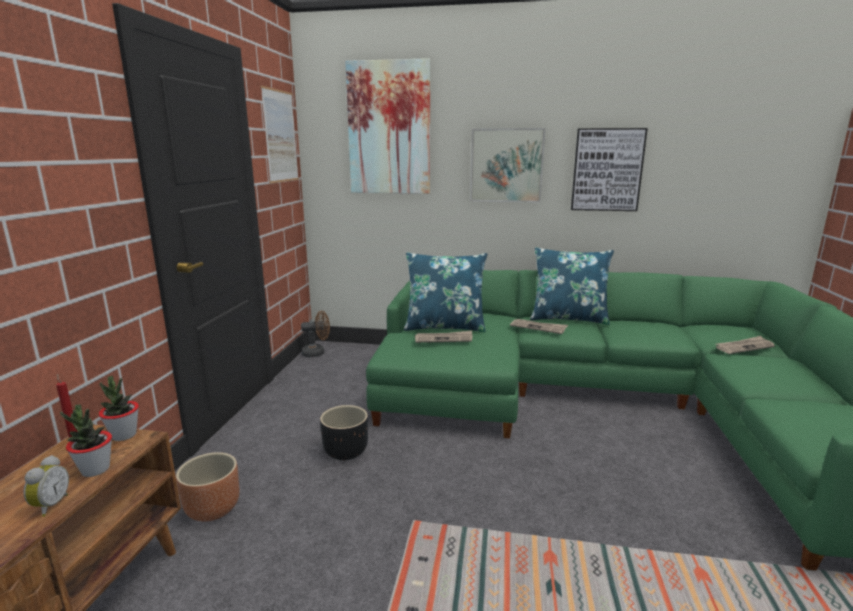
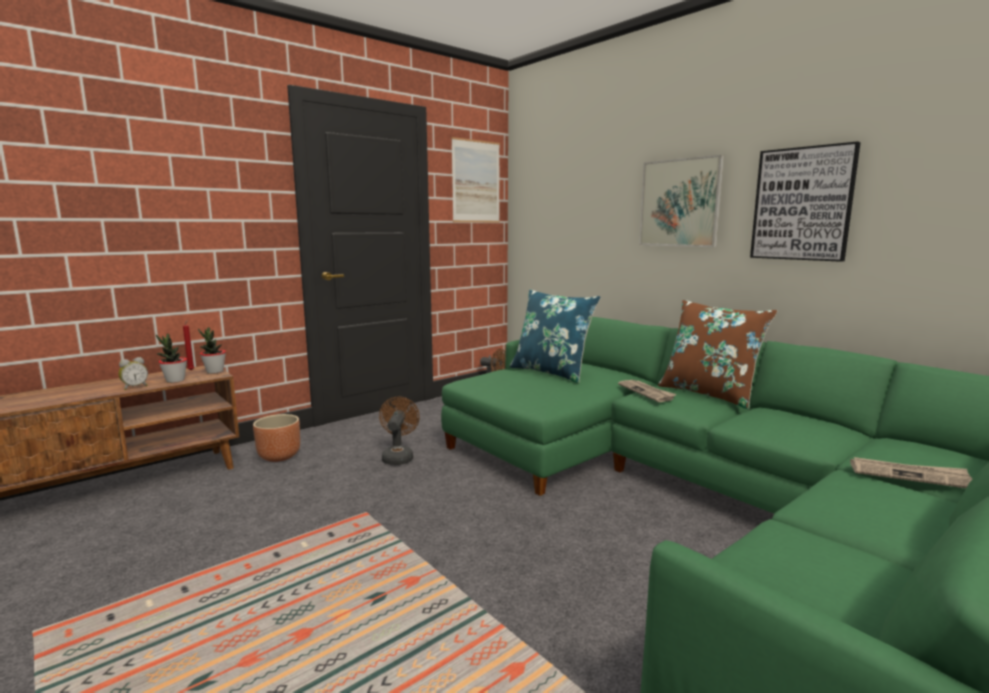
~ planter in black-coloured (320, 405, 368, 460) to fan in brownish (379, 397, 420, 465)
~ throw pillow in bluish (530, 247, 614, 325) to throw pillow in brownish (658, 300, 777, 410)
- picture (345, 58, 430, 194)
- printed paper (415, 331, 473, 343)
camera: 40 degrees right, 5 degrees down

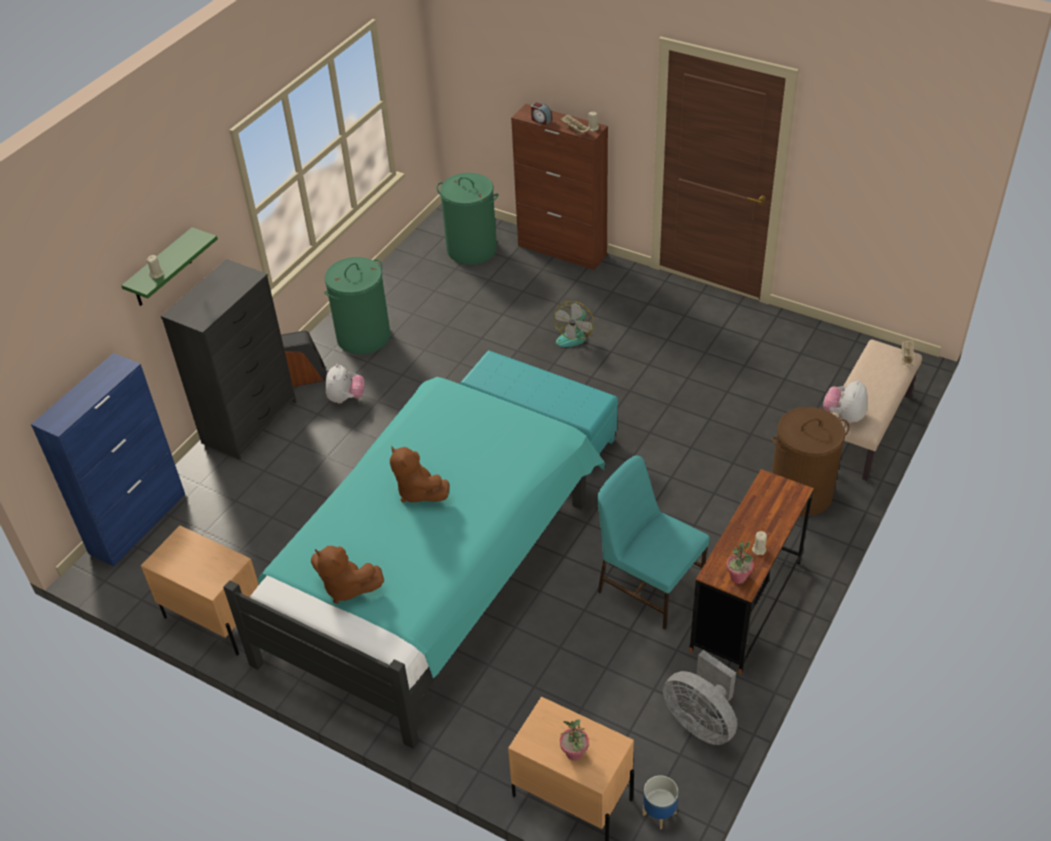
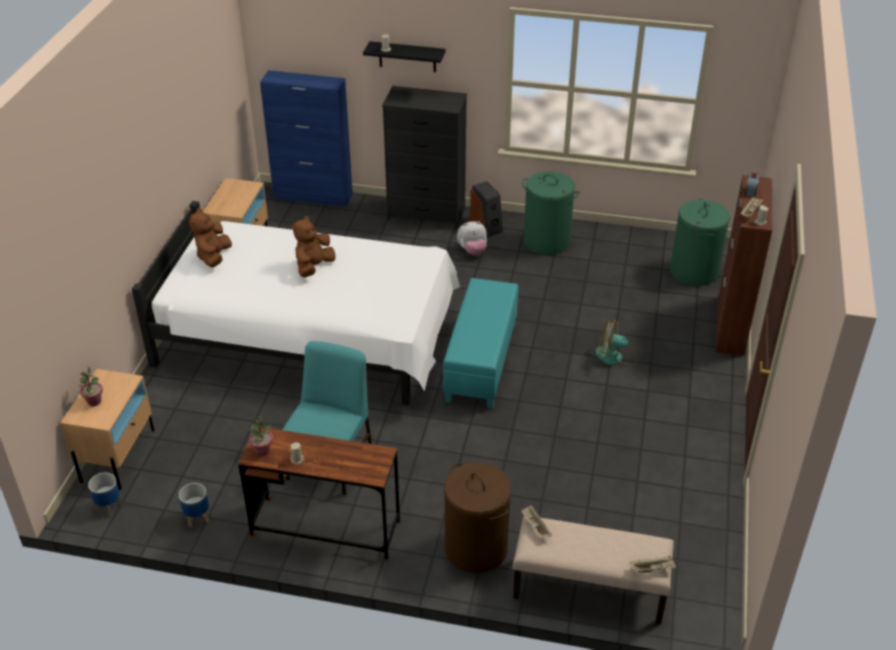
~ sleeping bed in blue-green (223, 377, 606, 749) to sleeping bed in whitish (132, 201, 460, 406)
~ fan in greyish (663, 650, 737, 745) to planter (179, 483, 209, 527)
~ bracket shelf in green-coloured (121, 227, 218, 306) to bracket shelf in black-coloured (363, 41, 446, 72)
~ soft toy (823, 380, 868, 423) to tray in sand-coloured (521, 505, 552, 539)
camera: 70 degrees right, 5 degrees down

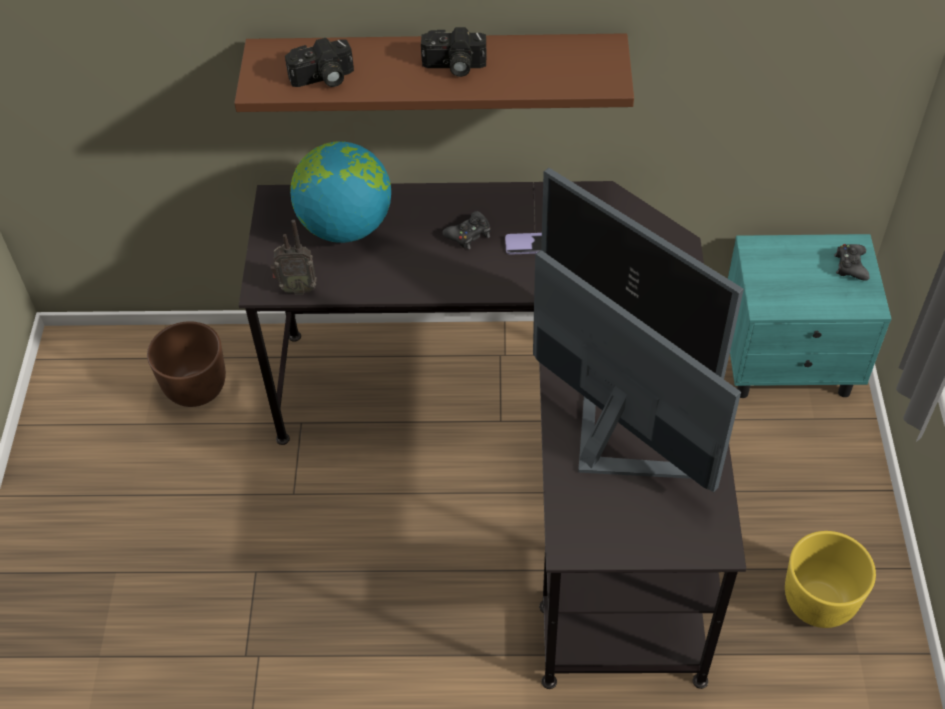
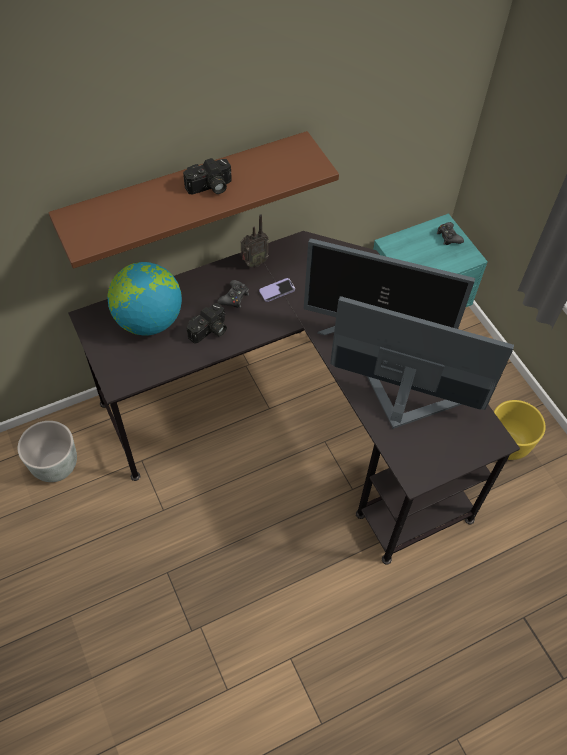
~ planter in brownish (147, 321, 226, 407) to planter in greyish (18, 421, 77, 482)
~ photo camera (285, 38, 354, 87) to (187, 303, 227, 344)
~ radio receiver (271, 220, 317, 295) to (241, 214, 269, 267)
camera: 30 degrees left, 5 degrees up

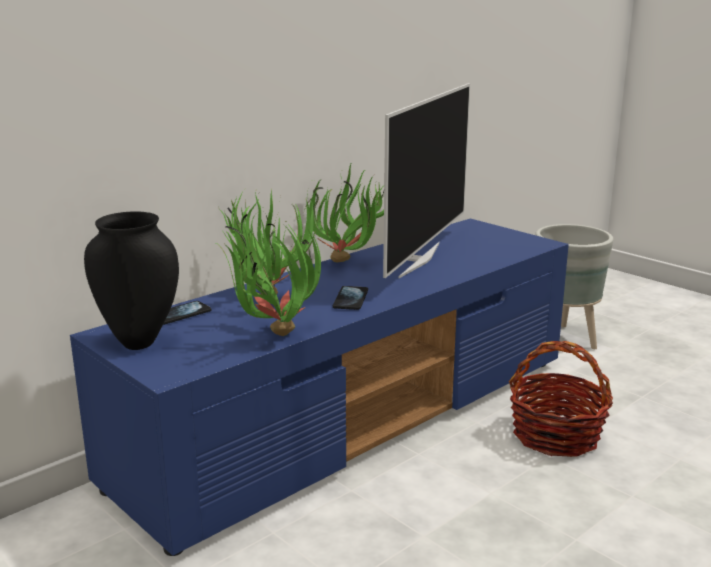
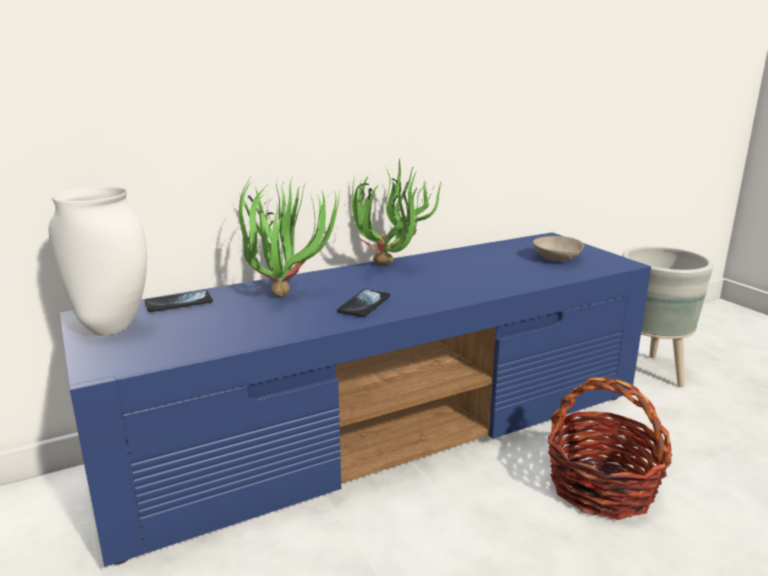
~ decorative vase in black-coloured (84, 211, 179, 350) to decorative vase in whitish (48, 186, 147, 336)
+ serving bowl in sand-coloured (533, 236, 584, 262)
- plant in a pot (216, 220, 321, 336)
- television (383, 83, 470, 279)
camera: 15 degrees right, 0 degrees up

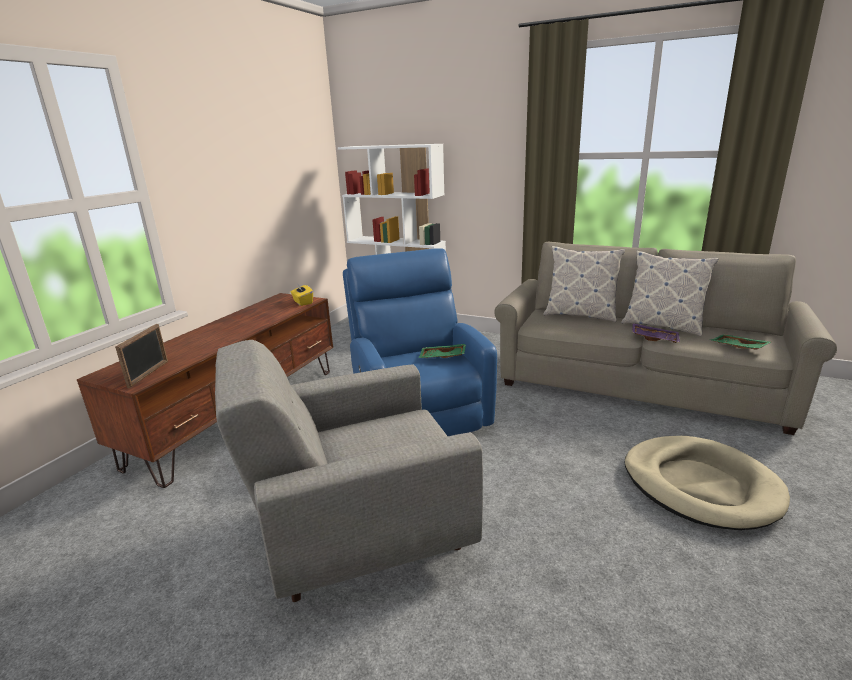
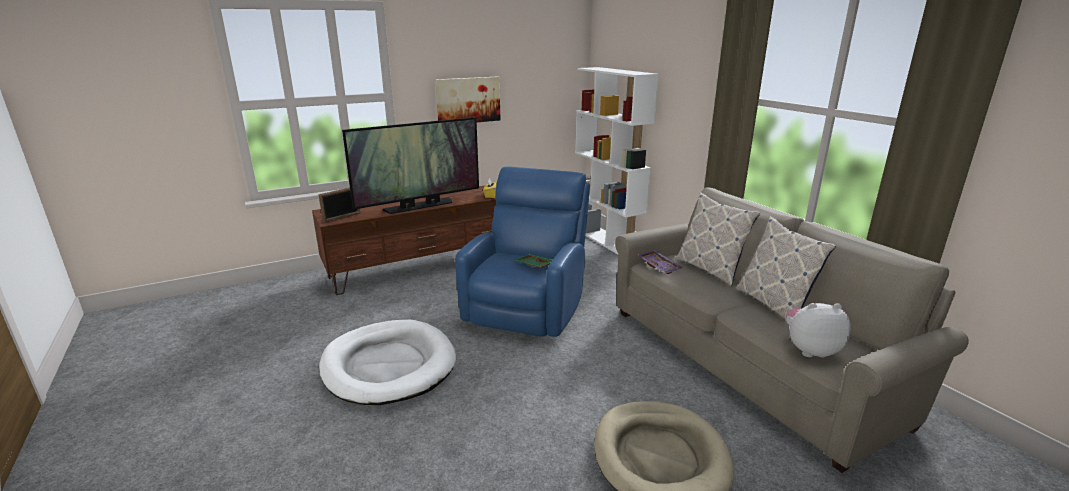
~ lounge chair in greyish (215, 340, 483, 602) to dog bed in whitish (319, 320, 456, 405)
+ television (342, 117, 479, 214)
+ picture (435, 76, 500, 122)
~ tray in purplish (632, 323, 680, 343) to (638, 250, 683, 274)
~ tray in green-coloured (710, 334, 771, 350) to soft toy (786, 303, 851, 357)
camera: 35 degrees right, 0 degrees up

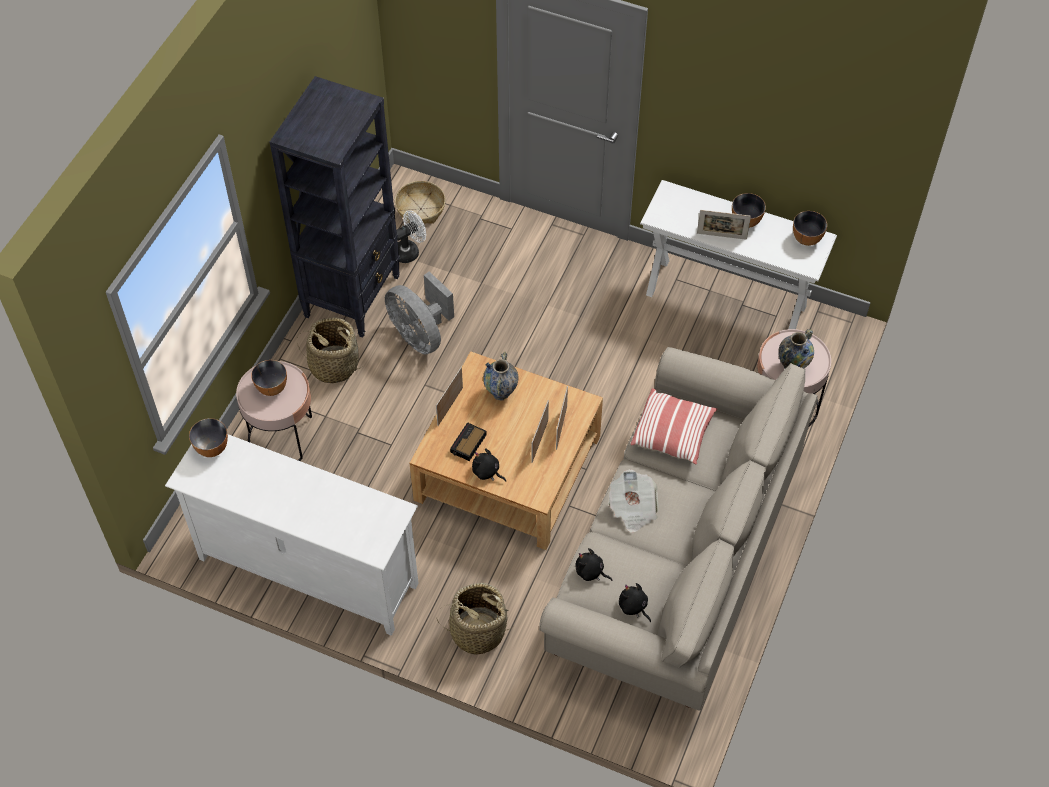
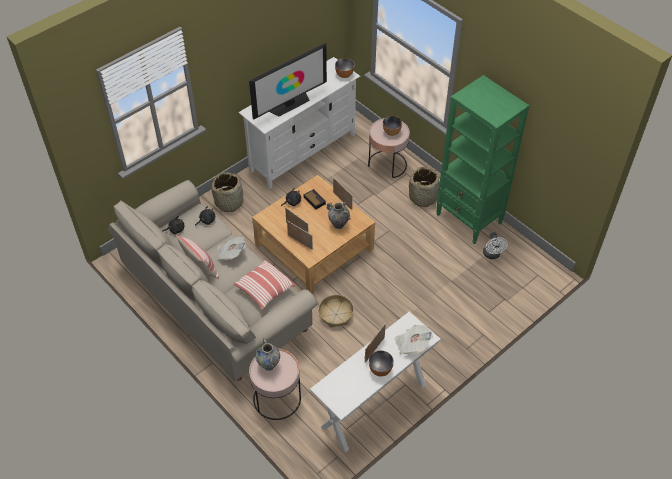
+ throw pillow (176, 235, 219, 279)
+ television (249, 42, 327, 120)
~ household basket (395, 181, 445, 224) to (318, 295, 354, 327)
+ printed paper (395, 325, 433, 354)
~ shelving unit in black-coloured (270, 76, 400, 338) to shelving unit in green-coloured (436, 75, 530, 244)
- fan in greyish (385, 272, 454, 354)
- serving bowl (793, 211, 827, 246)
camera: 115 degrees right, 5 degrees down

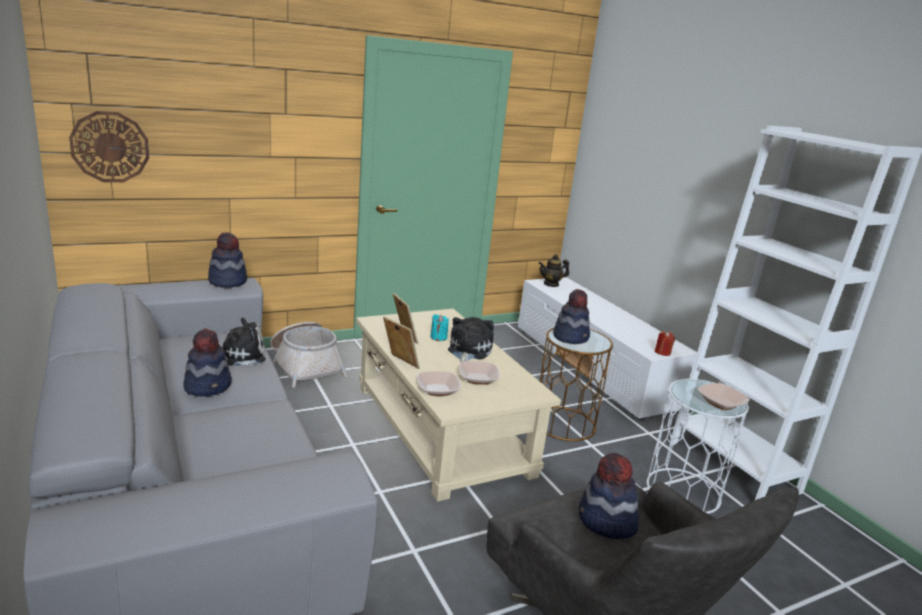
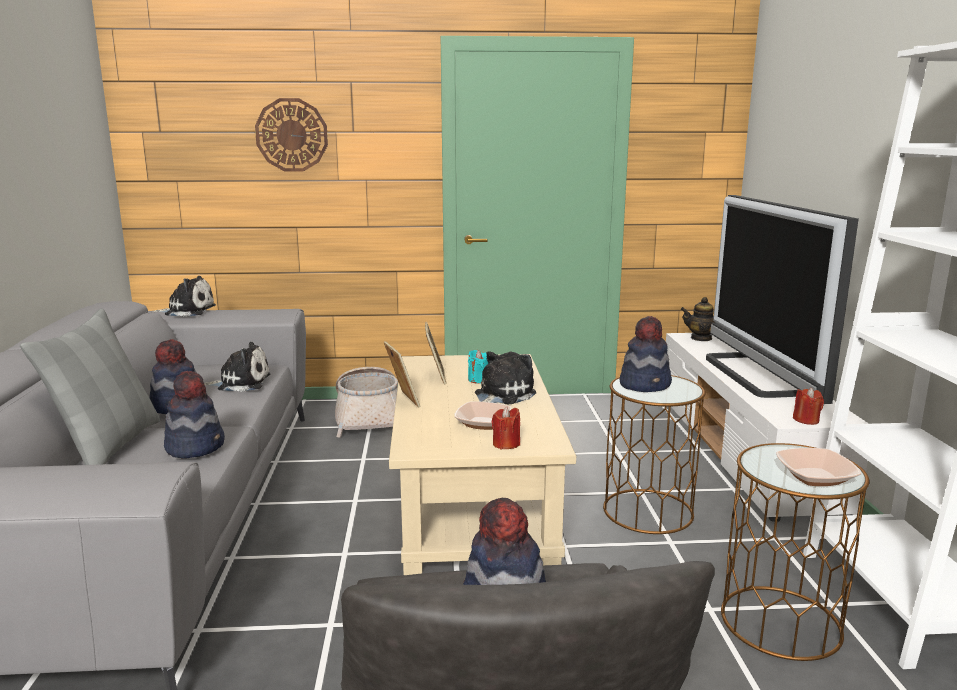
+ throw pillow in greyish (20, 308, 160, 465)
+ soft toy (154, 276, 216, 317)
~ hat (208, 232, 247, 288) to (164, 371, 225, 459)
~ clock on the wall (69, 111, 149, 182) to (255, 98, 328, 172)
+ wax light in red (491, 407, 520, 449)
+ television (706, 195, 859, 404)
~ accent table in whitish (647, 379, 749, 514) to accent table in brownish (721, 443, 869, 661)
- serving bowl (417, 371, 461, 396)
camera: 25 degrees right, 5 degrees down

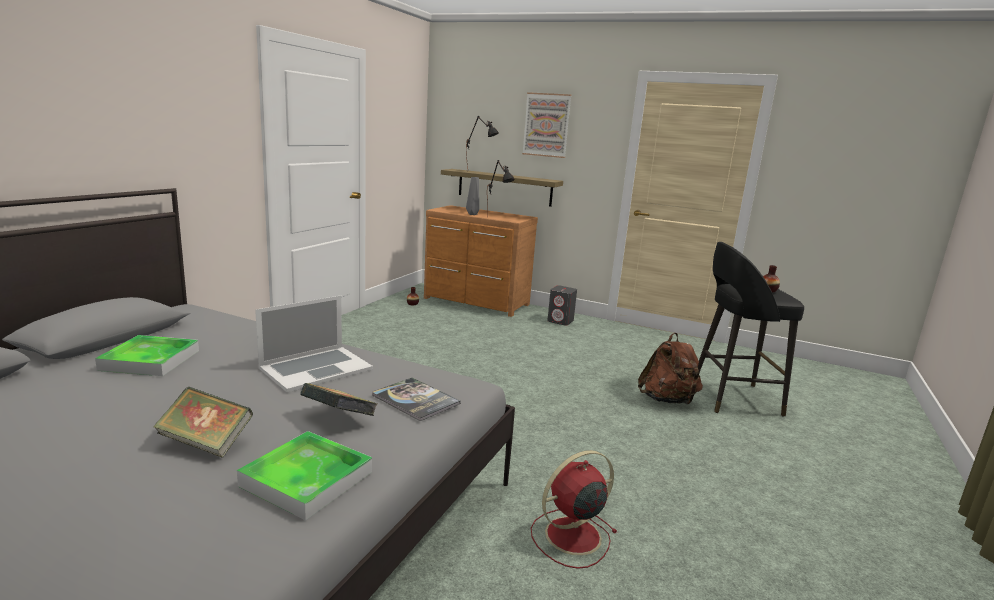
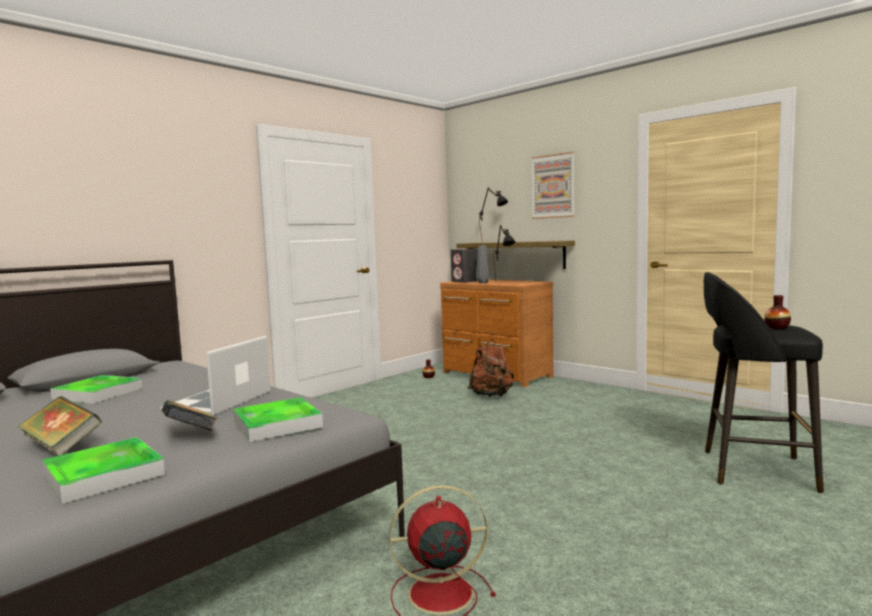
~ portable computer (255, 296, 373, 393) = (160, 336, 271, 416) 135 degrees clockwise
~ bound book (372, 377, 461, 421) to tray (233, 397, 323, 442)
~ audio speaker in greyish (547, 285, 577, 325) to (451, 249, 478, 283)
~ rucksack in brownish (638, 333, 703, 404) to (468, 339, 514, 397)
camera: 20 degrees right, 10 degrees down

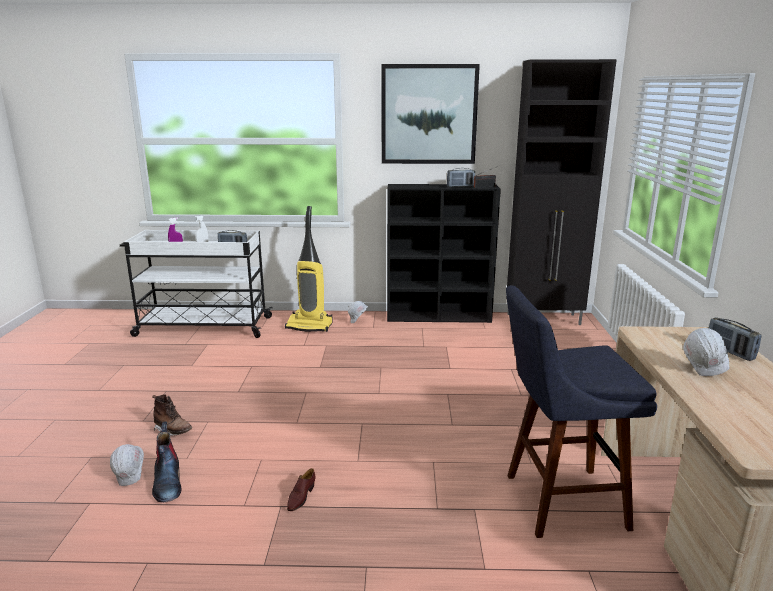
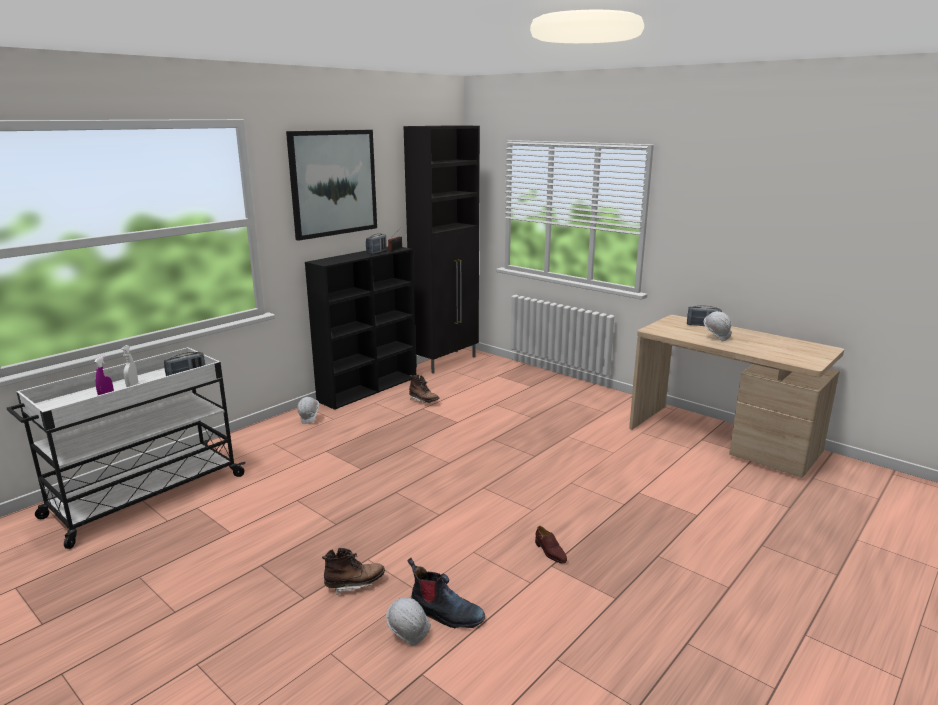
+ tall boot in brownish (409, 375, 440, 403)
- hoover (285, 206, 333, 332)
- sitting stool in bluish (506, 285, 657, 538)
camera: 50 degrees left, 0 degrees up

